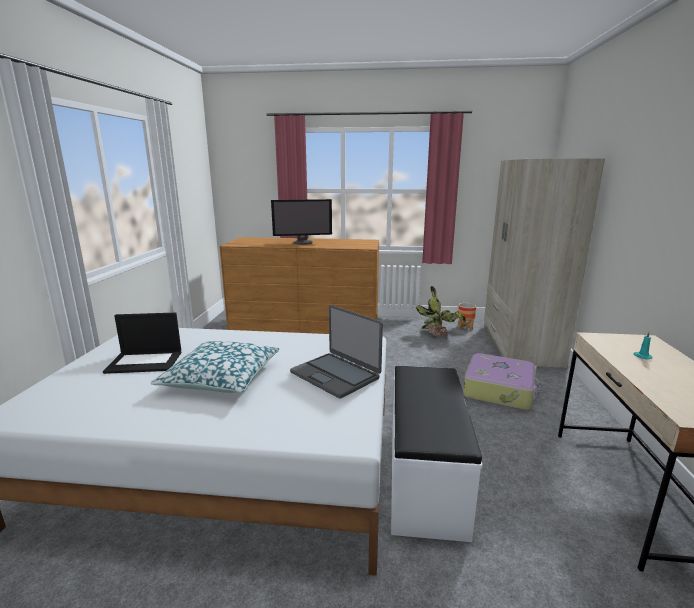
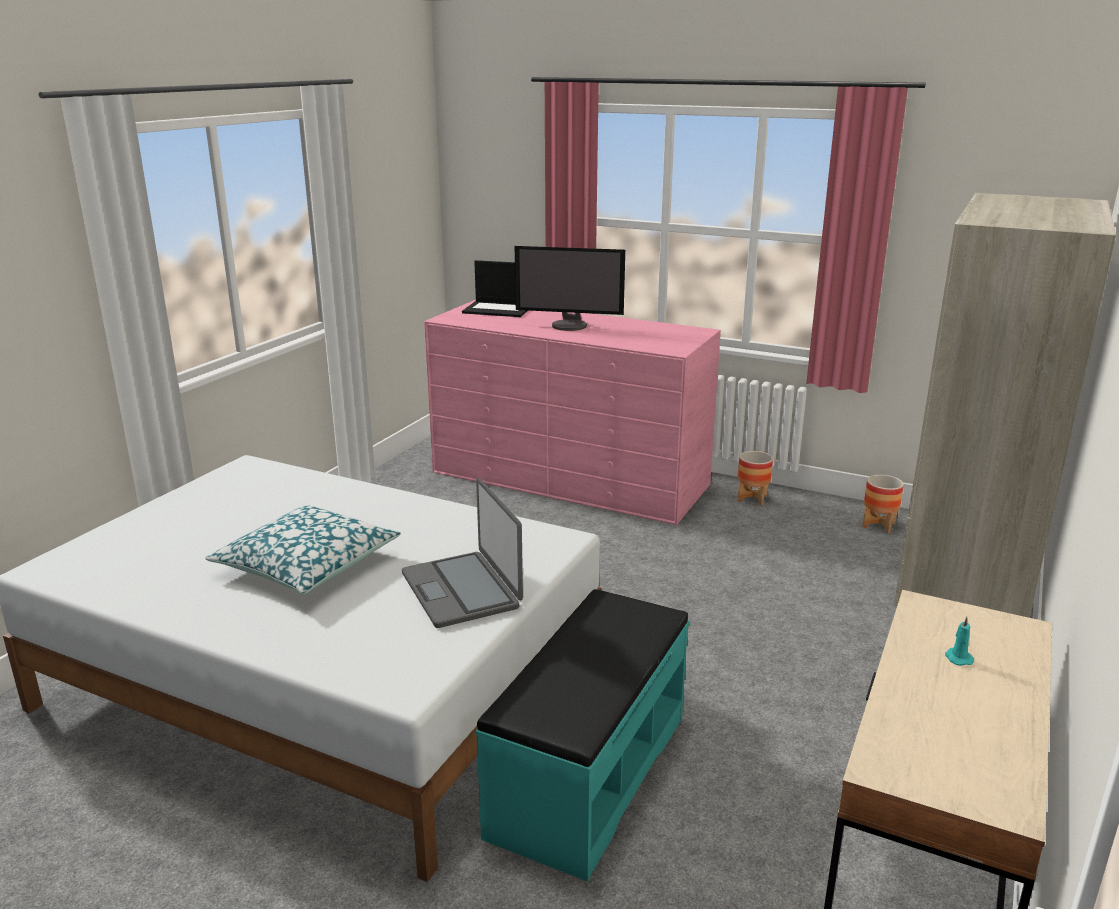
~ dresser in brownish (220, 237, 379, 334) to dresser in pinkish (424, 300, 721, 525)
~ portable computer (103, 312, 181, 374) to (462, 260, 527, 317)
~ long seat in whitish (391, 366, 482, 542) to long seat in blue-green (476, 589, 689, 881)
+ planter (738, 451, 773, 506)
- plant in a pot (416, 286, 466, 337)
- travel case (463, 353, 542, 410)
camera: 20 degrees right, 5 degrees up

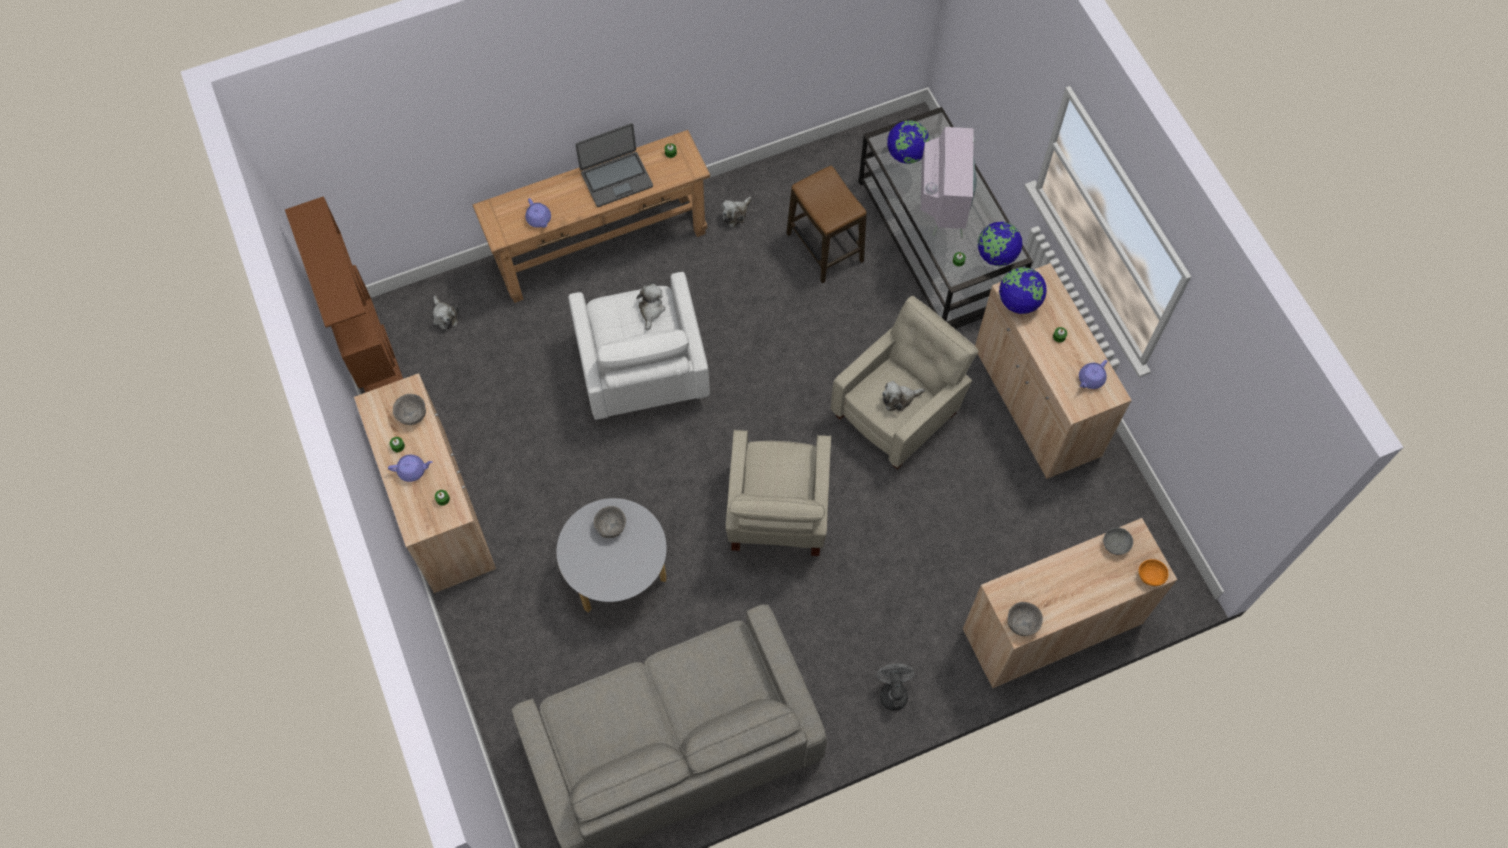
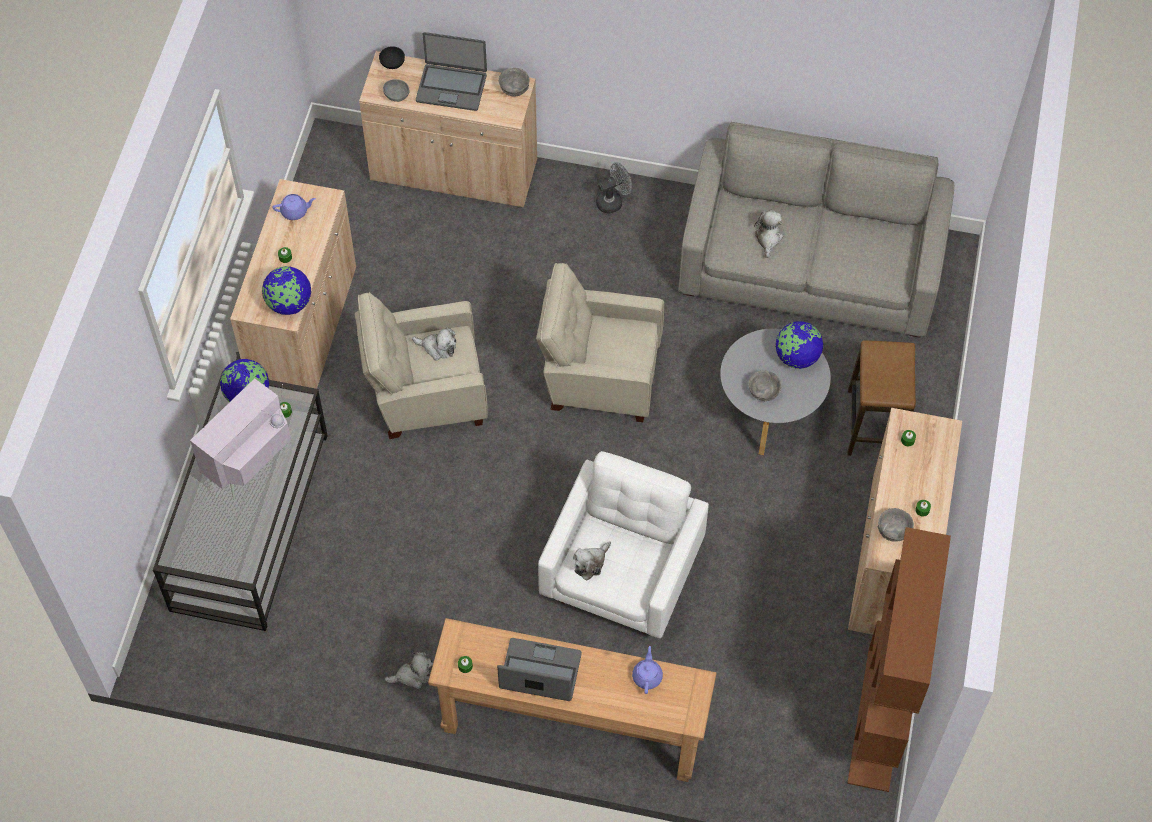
~ serving bowl in orangey (1139, 559, 1169, 586) to serving bowl in black-coloured (379, 46, 405, 69)
+ portable computer (416, 32, 487, 111)
~ lounge chair in sand-coloured (726, 430, 831, 556) = (536, 263, 664, 422) 120 degrees counterclockwise
~ fan in greyish (877, 664, 914, 710) = (596, 162, 632, 214) 150 degrees counterclockwise
~ soft toy (433, 295, 459, 330) to (754, 210, 783, 258)
~ globe (887, 120, 930, 164) to (775, 321, 823, 369)
~ sitting stool (786, 165, 867, 284) to (847, 340, 916, 456)
- tea pot in purplish (388, 455, 433, 482)
camera: 145 degrees left, 5 degrees down

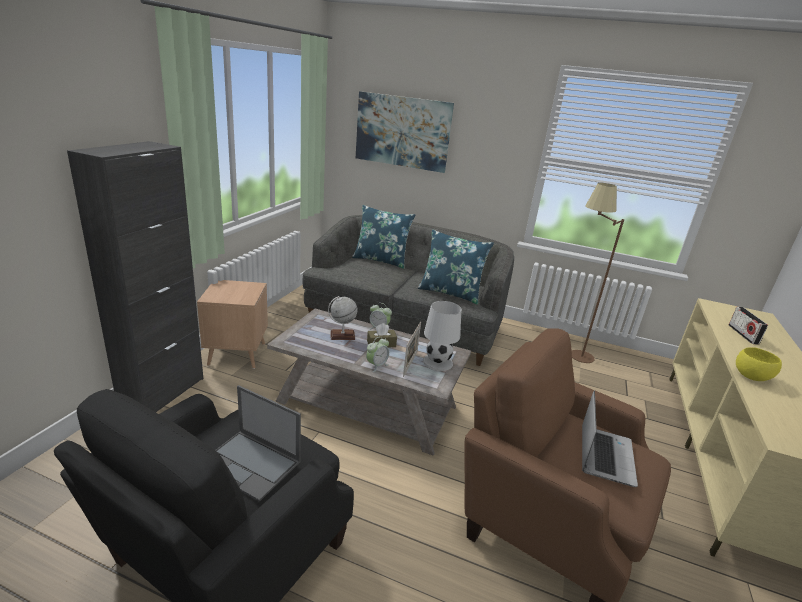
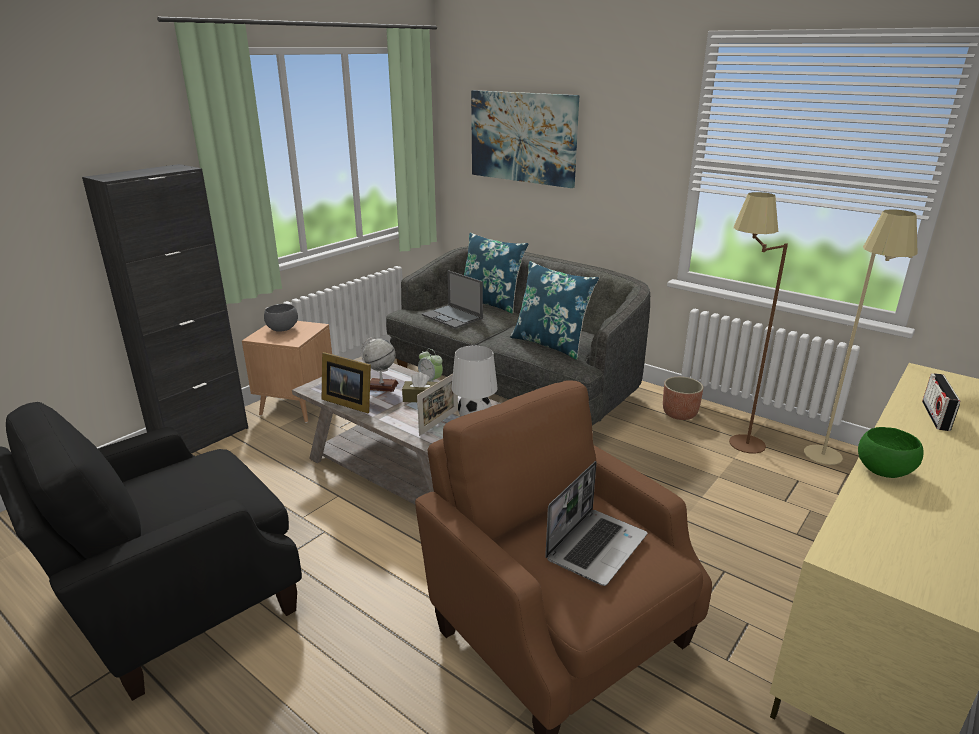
+ serving bowl in greyish (264, 304, 298, 332)
+ picture frame (322, 352, 371, 413)
~ portable computer (215, 385, 301, 502) to (422, 270, 483, 329)
+ planter (663, 377, 704, 420)
+ standing lamp in sand-coloured (804, 209, 918, 465)
~ serving bowl in yellow-coloured (736, 347, 782, 381) to serving bowl in green-coloured (858, 427, 924, 478)
- table clock (366, 337, 389, 372)
camera: 20 degrees right, 0 degrees up

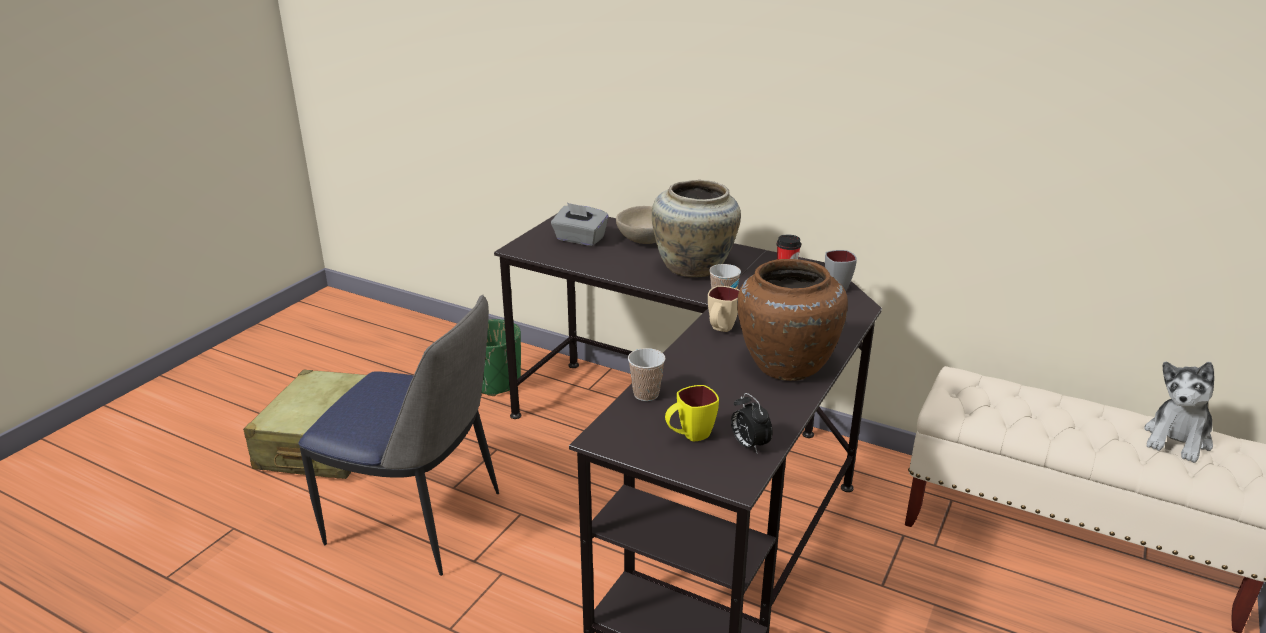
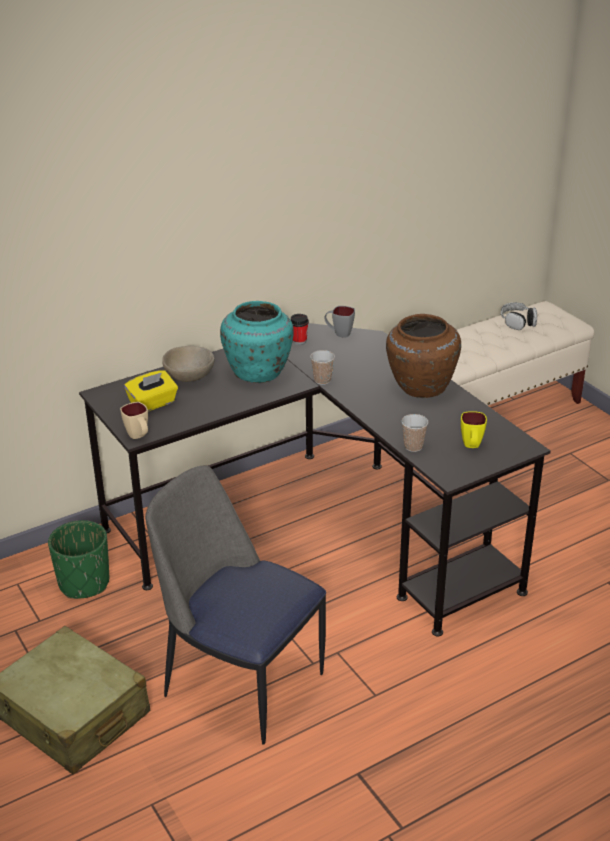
~ coffee mug in sand-coloured (708, 286, 739, 332) to (120, 402, 148, 439)
~ tissue box in greyish (551, 203, 609, 246) to tissue box in yellow-coloured (124, 370, 178, 412)
~ plain chair (299, 295, 499, 576) = (145, 466, 326, 745) 105 degrees counterclockwise
~ decorative vase in sand-coloured (652, 180, 741, 277) to decorative vase in blue-green (220, 301, 294, 383)
~ soft toy (1144, 362, 1214, 463) to pair of headphones (501, 302, 537, 330)
- table clock (731, 393, 773, 454)
camera: 60 degrees left, 5 degrees up

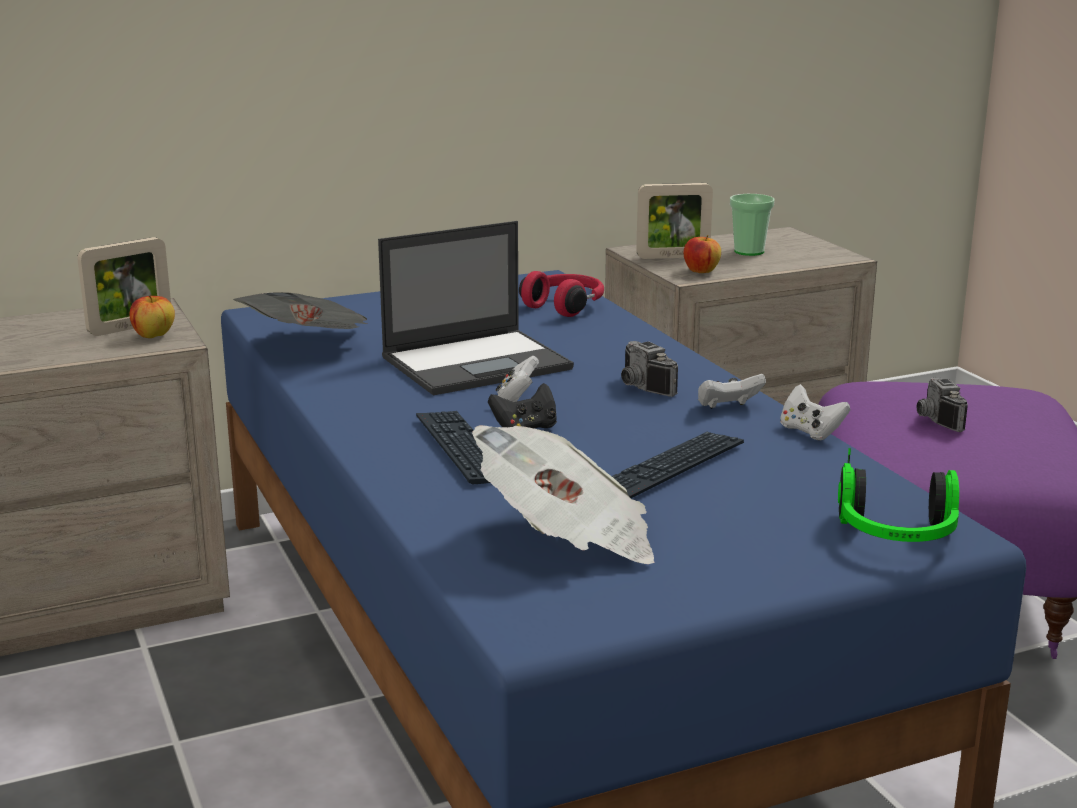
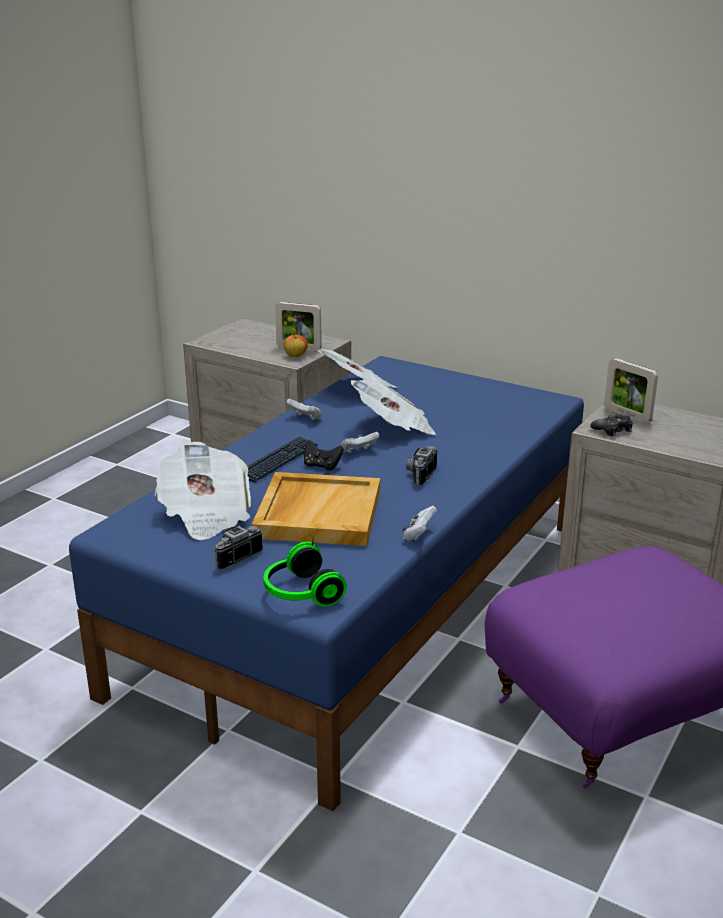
~ photo camera (917, 377, 968, 432) to (214, 526, 263, 571)
~ PC keyboard (612, 432, 744, 498) to tray in sand-coloured (252, 472, 380, 546)
~ gamepad in whitish (698, 374, 766, 409) to (286, 399, 322, 420)
~ portable computer (378, 221, 574, 395) to printed paper (350, 379, 436, 435)
~ apple fruit (684, 235, 721, 273) to gamepad in black-coloured (590, 414, 633, 436)
- pair of headphones in red (519, 271, 604, 317)
- small cup (730, 194, 775, 256)
camera: 55 degrees right, 5 degrees up

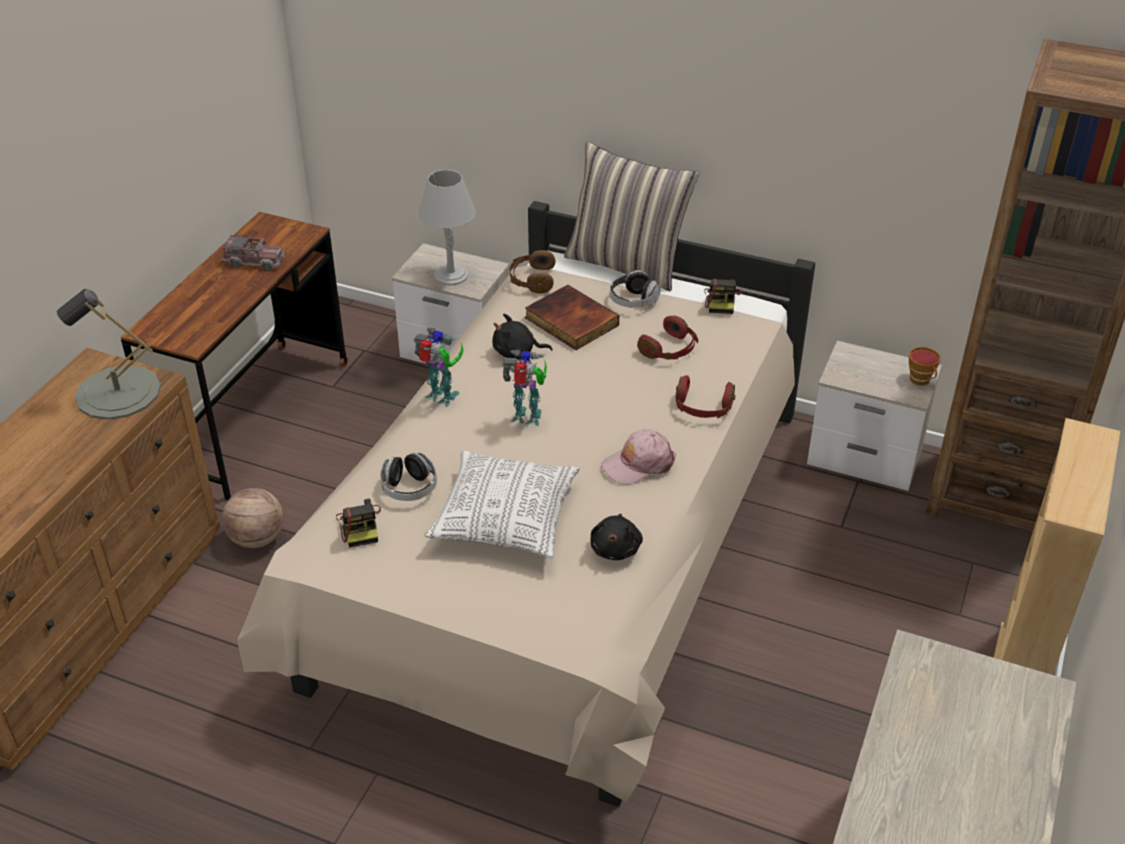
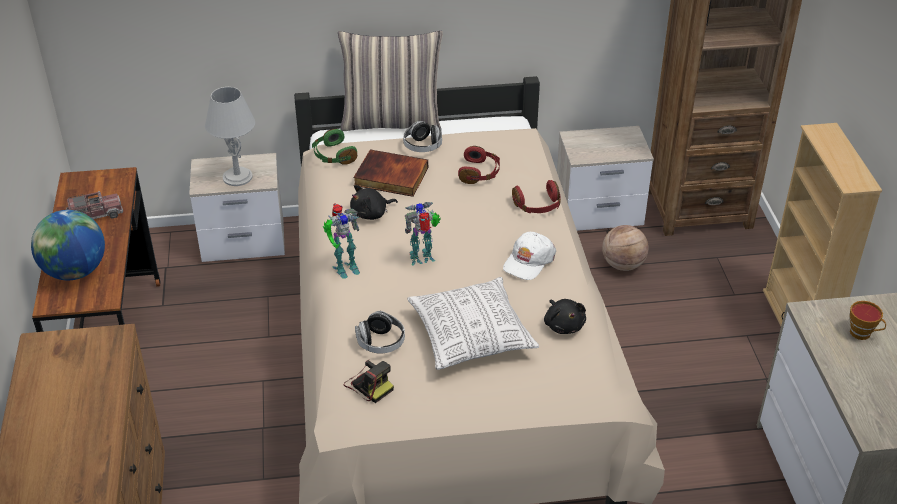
+ globe (31, 210, 105, 280)
~ pair of headphones in brownish (509, 250, 555, 293) to pair of headphones in green-coloured (312, 129, 357, 165)
~ model robot (413, 327, 463, 407) = (323, 203, 360, 279) 150 degrees clockwise
~ peaked cap in pinkish (601, 429, 676, 485) to peaked cap in whitish (503, 232, 556, 280)
~ basketball ball (222, 488, 284, 548) to (602, 225, 649, 271)
~ small cup (909, 347, 941, 385) to (850, 301, 886, 340)
- lamp for a table in greyish (57, 289, 161, 420)
- photo camera (704, 279, 742, 314)
camera: 30 degrees left, 0 degrees up

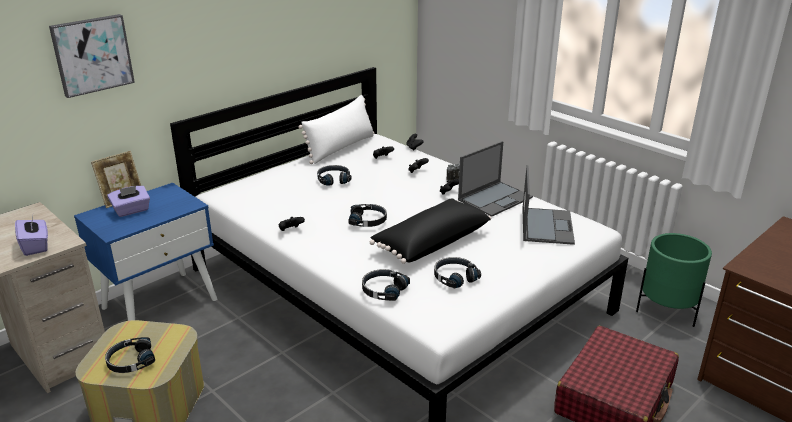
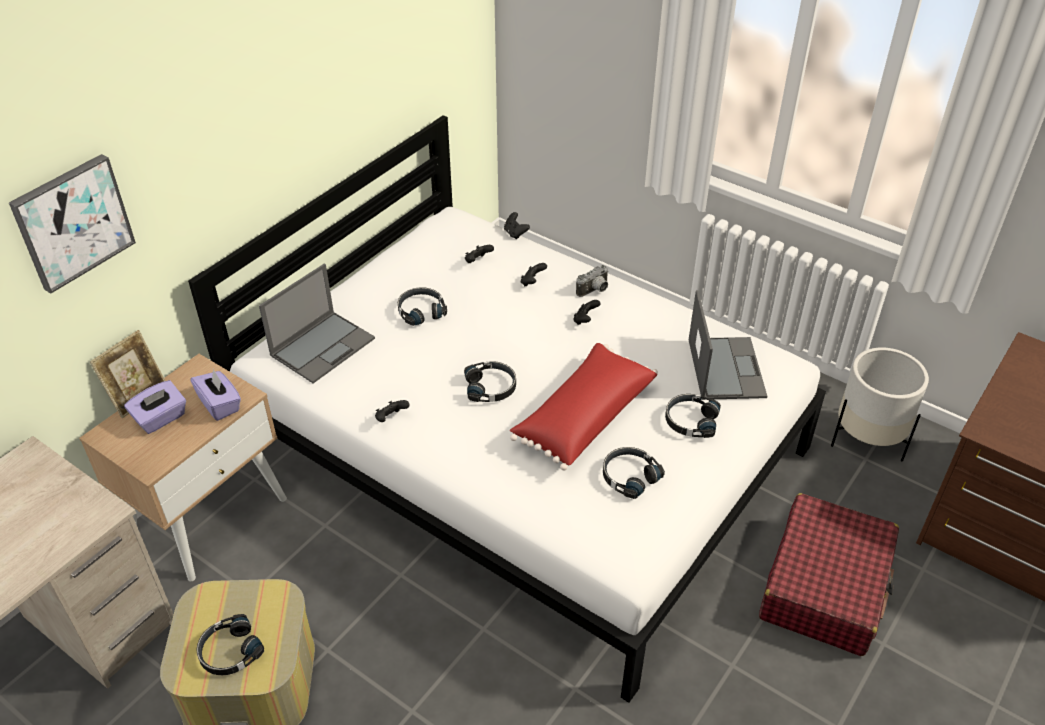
~ nightstand in bluish (74, 183, 217, 321) to nightstand in sand-coloured (79, 354, 287, 581)
~ tissue box in purplish (15, 216, 48, 256) to (190, 368, 241, 421)
~ portable computer (458, 141, 533, 217) to (259, 264, 375, 383)
~ throw pillow in black-coloured (370, 199, 492, 264) to throw pillow in red (510, 343, 658, 471)
~ pair of headphones in black-coloured (362, 269, 410, 301) to (665, 394, 721, 438)
~ planter in green-coloured (636, 233, 712, 327) to planter in whitish (831, 348, 929, 462)
- throw pillow in whitish (298, 95, 374, 164)
camera: 10 degrees left, 15 degrees up

